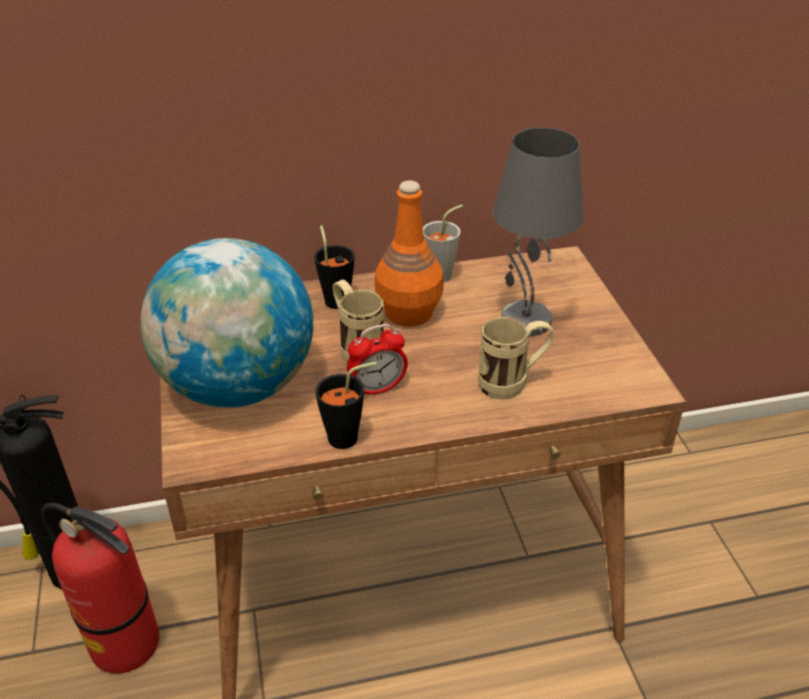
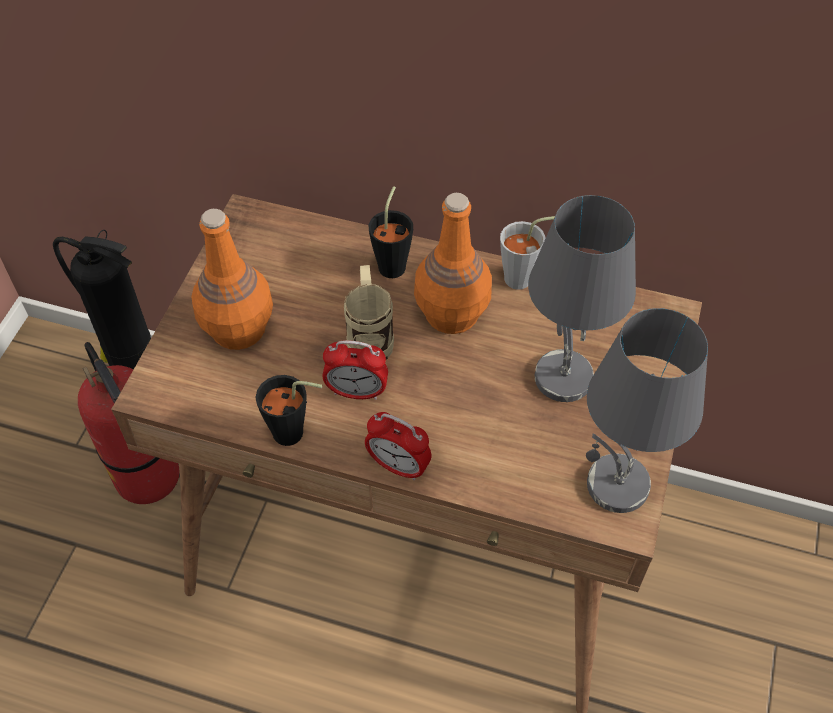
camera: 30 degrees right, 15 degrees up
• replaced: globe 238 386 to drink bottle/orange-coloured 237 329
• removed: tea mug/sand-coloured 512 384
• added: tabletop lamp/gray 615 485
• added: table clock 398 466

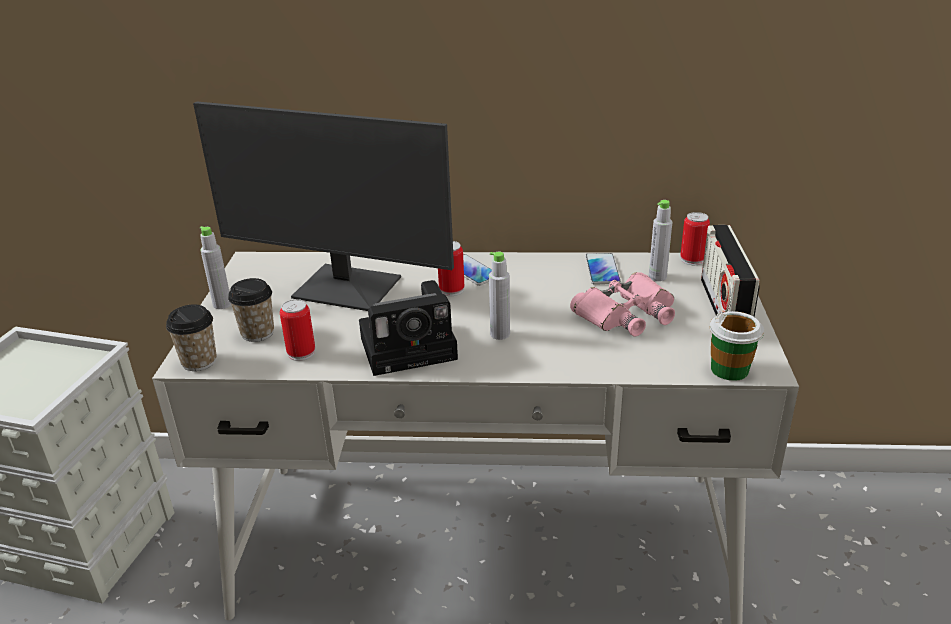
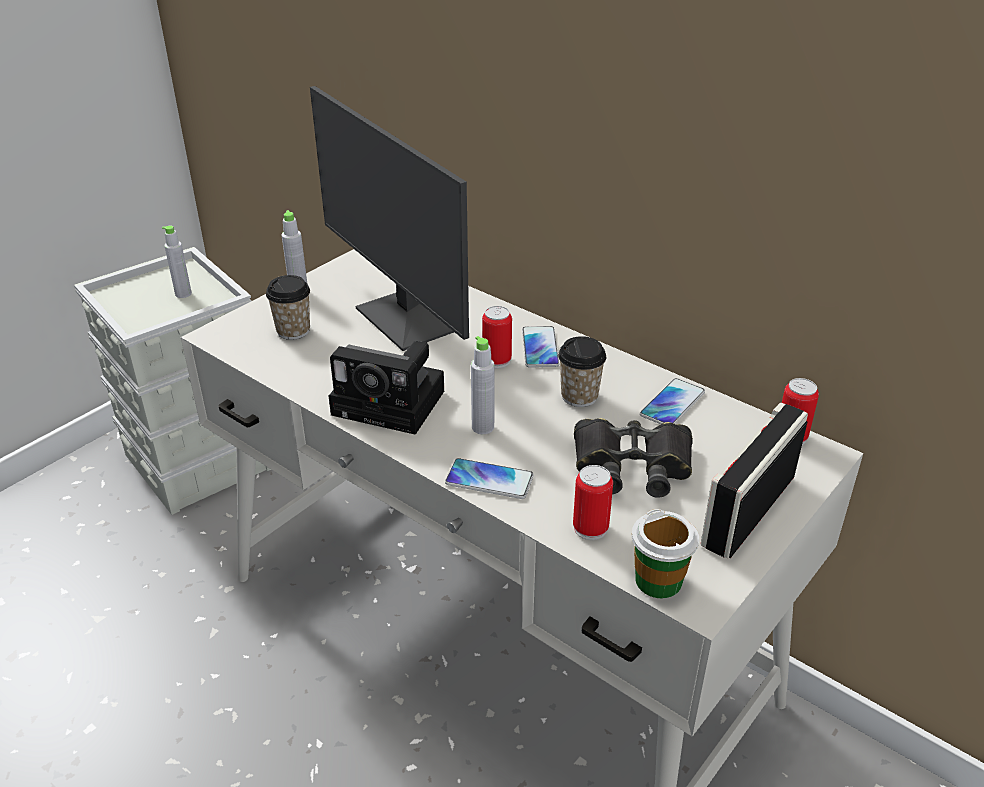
camera: 35 degrees right, 5 degrees up
• moved: drink bottle/gray 657 277 to 183 294
• recoloured: pair of binoculars/pinkish 626 314 to pair of binoculars/black-coloured 632 465
• moved: can 301 353 to 590 528
• moved: cup 199 361 to 579 396
• added: phone 489 480

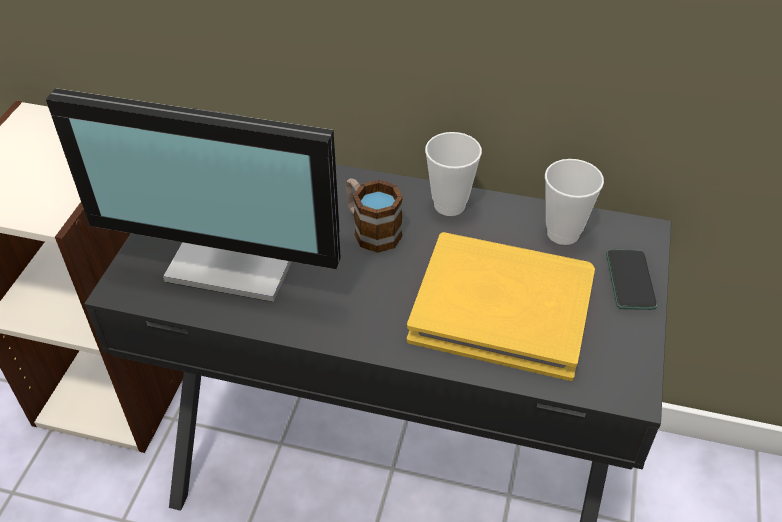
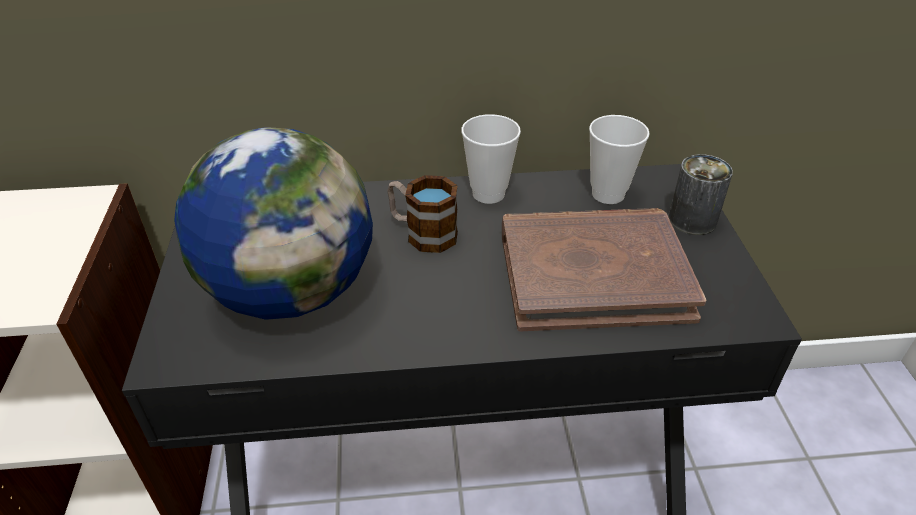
camera: 20 degrees left, 5 degrees down
• replaced: computer screen 238 256 to globe 291 292
• recoloured: book/yellow-coloured 502 309 to book/brown-coloured 593 274
• replaced: phone 630 280 to can 692 220

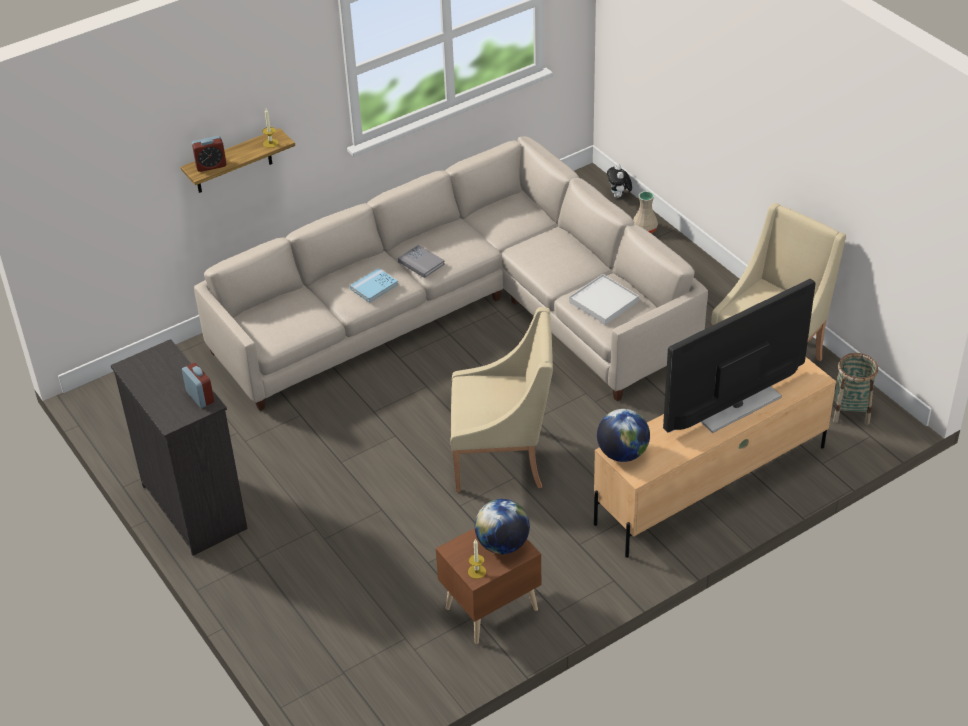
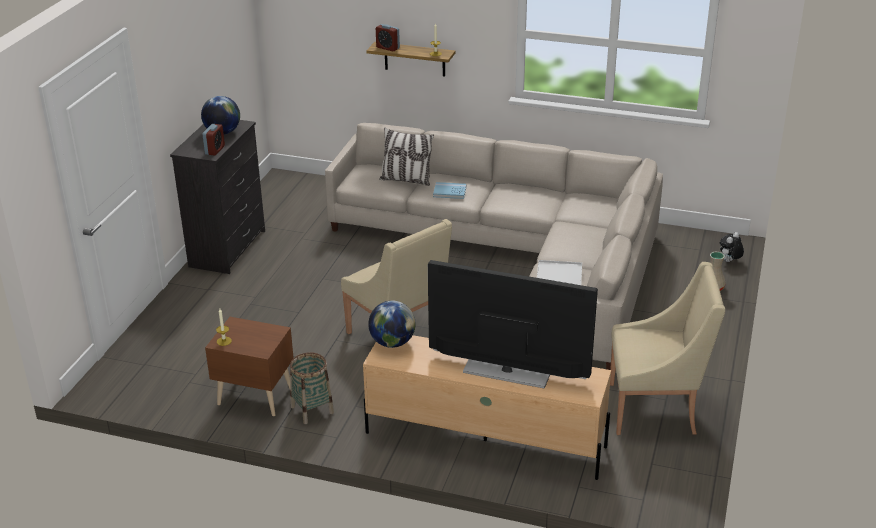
camera: 50 degrees right, 10 degrees down
• removed: book/gray 421 263
• moved: storage basket 850 411 to 312 410
• moved: globe 502 544 to 222 132
• added: pillow 406 180

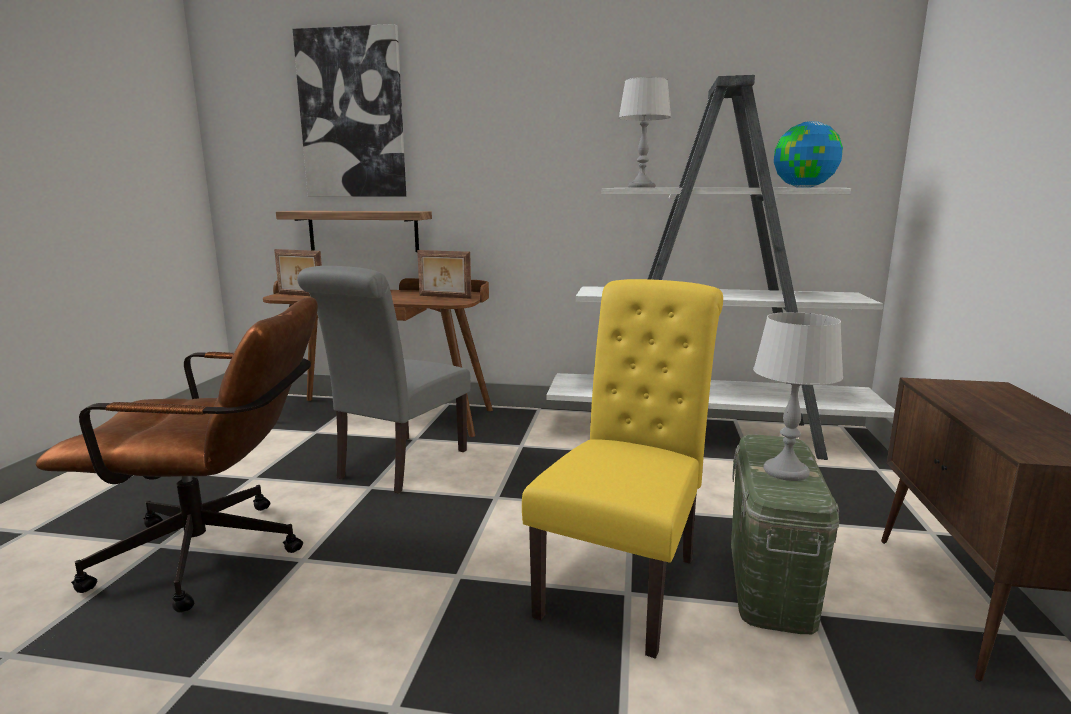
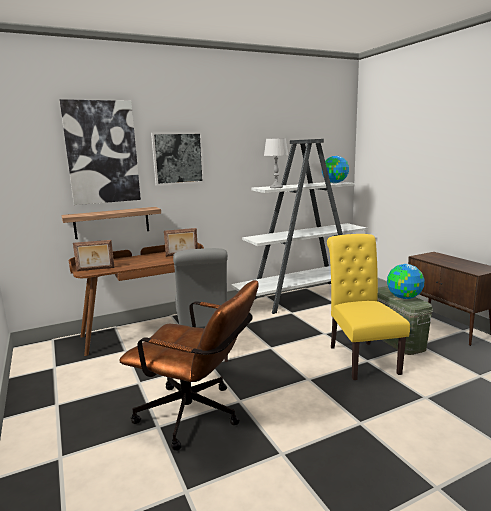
camera: 35 degrees left, 0 degrees up
• turned: office chair/brown-coloured 218 555 = 197 416 60 degrees clockwise
• replaced: tabletop lamp/gray 785 471 to globe 404 297
• added: wall art 178 158

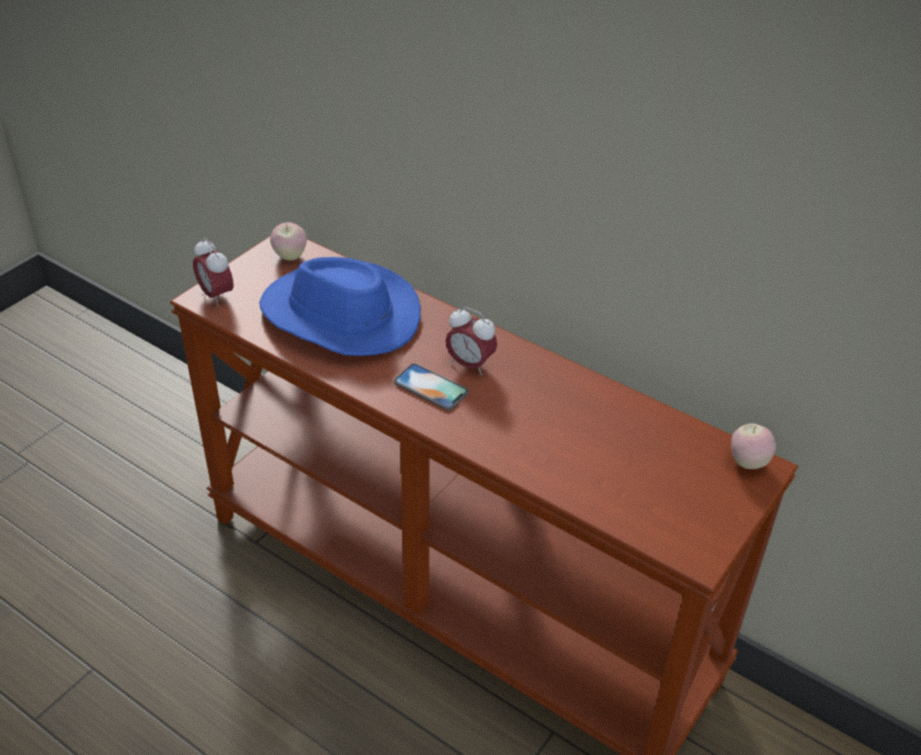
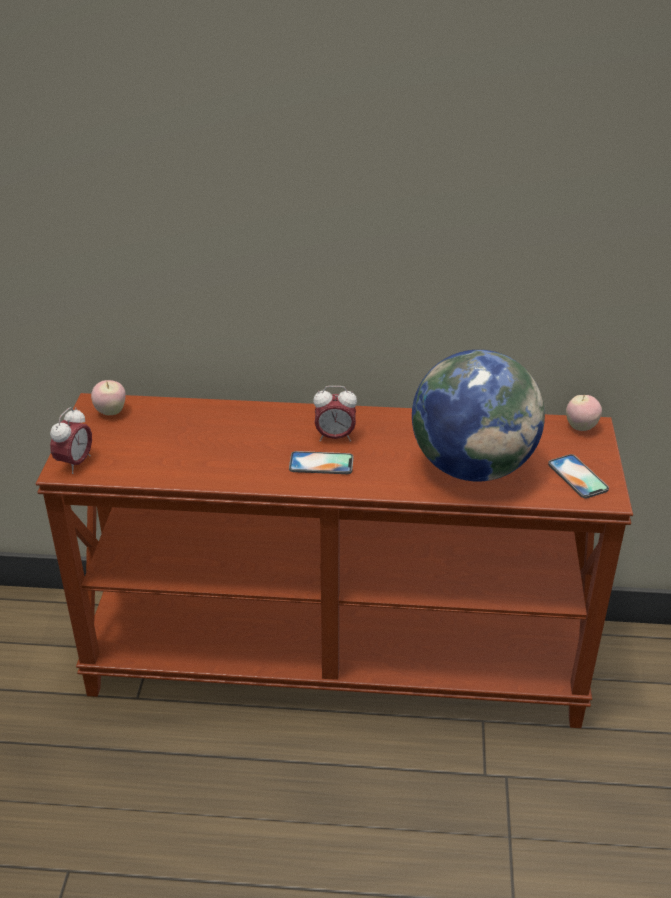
camera: 30 degrees left, 5 degrees down
• turned: table clock 216 295 = 75 463 90 degrees counterclockwise
• removed: hat/blue 340 316
• added: globe 472 467
• added: phone 577 477

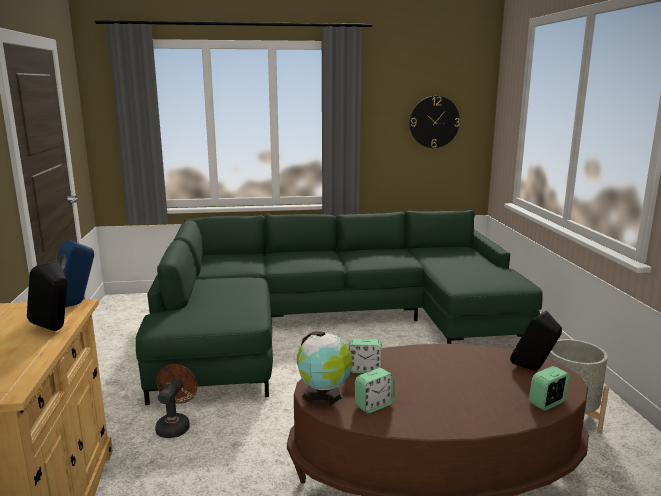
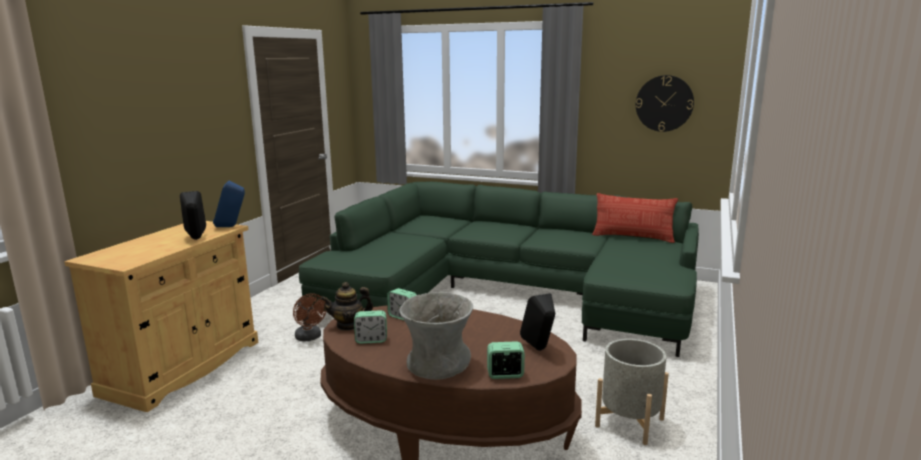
camera: 30 degrees right, 0 degrees up
• replaced: globe 324 396 to teapot 348 325
• turned: fan/brown-coloured 175 425 = 310 338 105 degrees clockwise
• added: pillow 632 237
• added: flower vase/gray 437 363

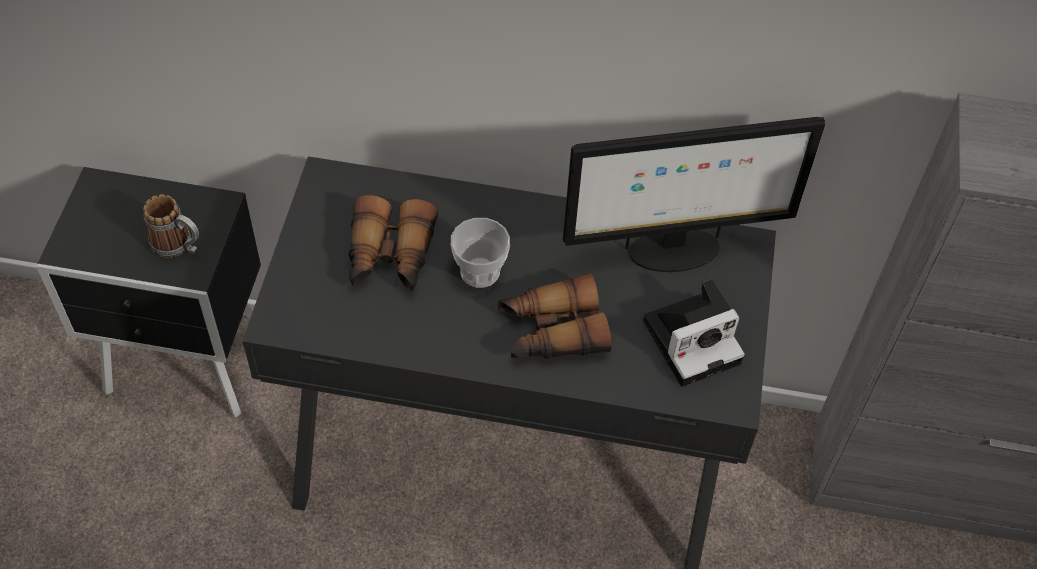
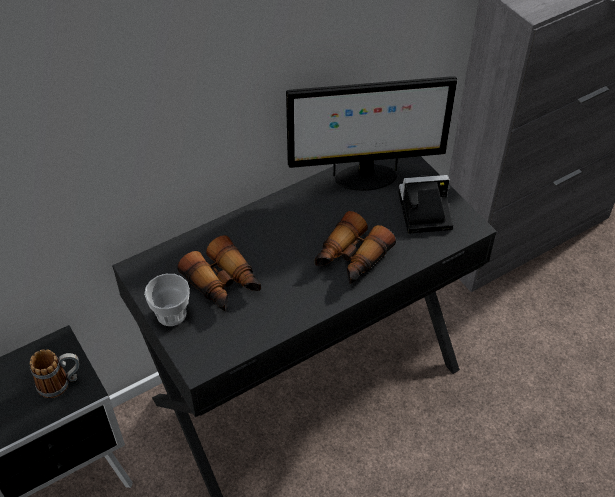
camera: 40 degrees left, 5 degrees down
• turned: computer screen 672 251 = 364 178 45 degrees clockwise
• moved: cup 480 271 to 171 314
• turned: photo camera 694 339 = 422 212 120 degrees counterclockwise

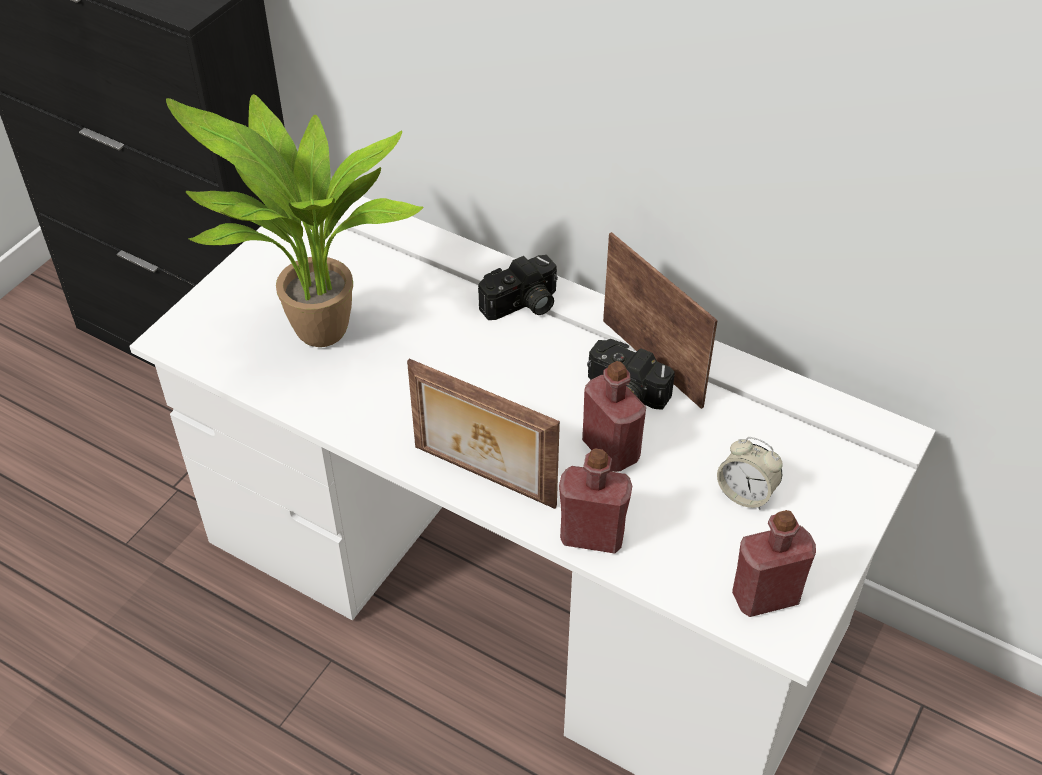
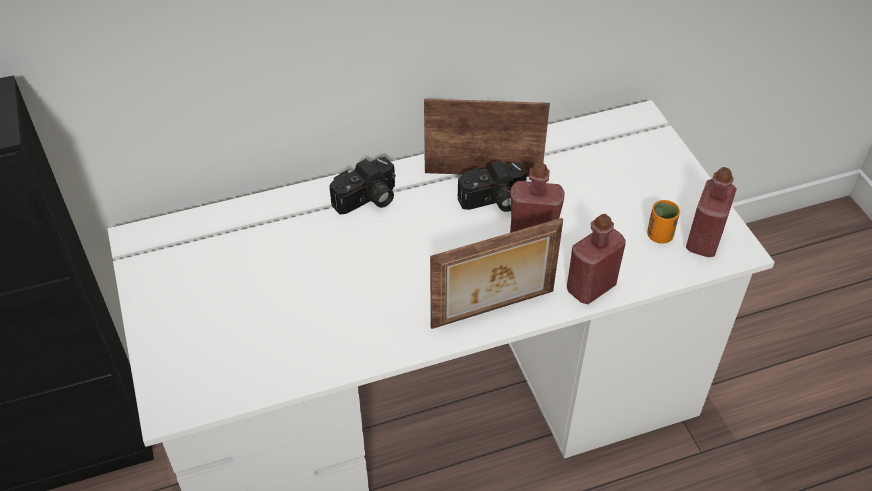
camera: 50 degrees left, 0 degrees up
• removed: plant in a pot 317 338
• turned: photo camera 522 305 = 367 200 45 degrees clockwise
• removed: table clock 745 493
• added: cup/orange-coloured 659 235

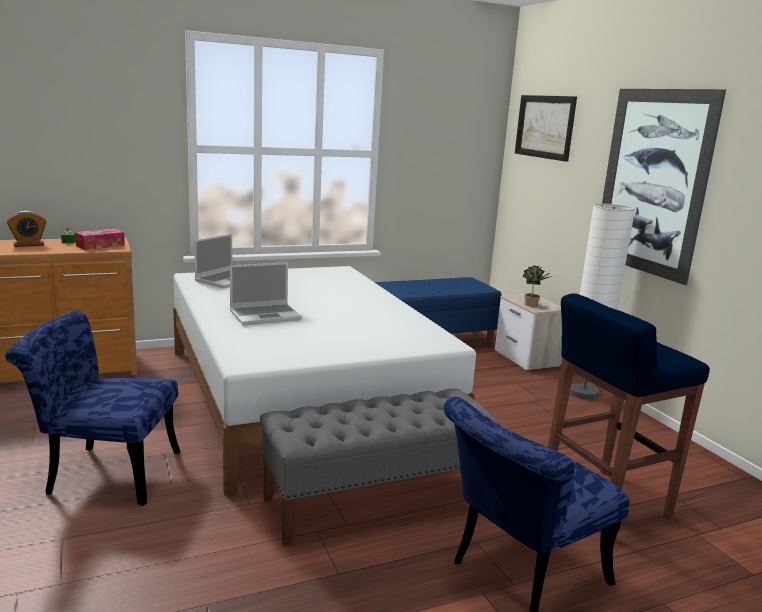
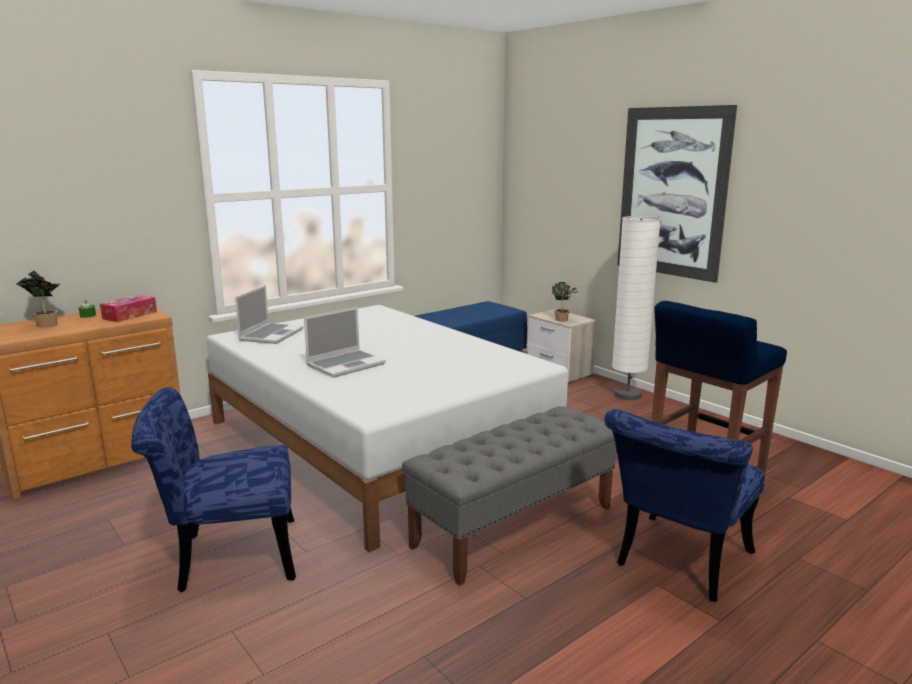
camera: 15 degrees left, 0 degrees up
• removed: wall art 545 127
• replaced: table clock 28 245 to plant in a pot 45 324

